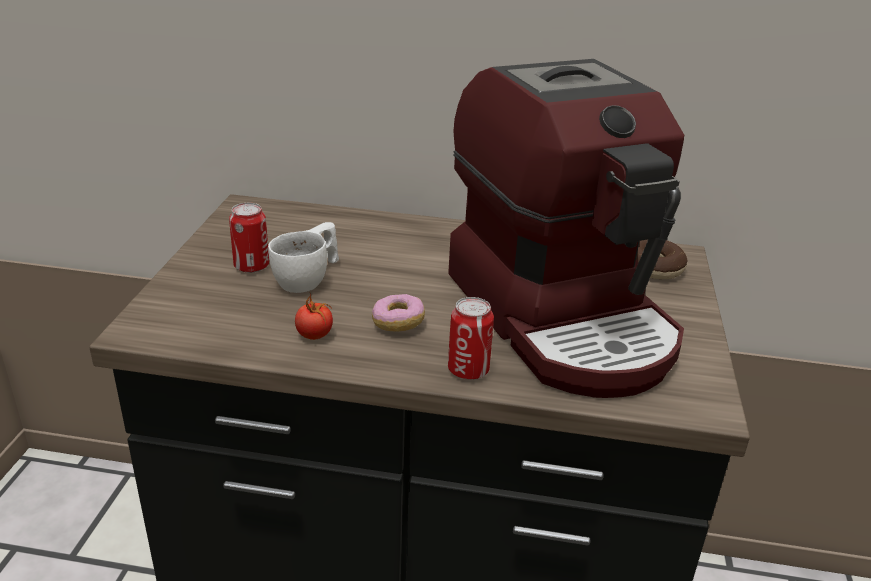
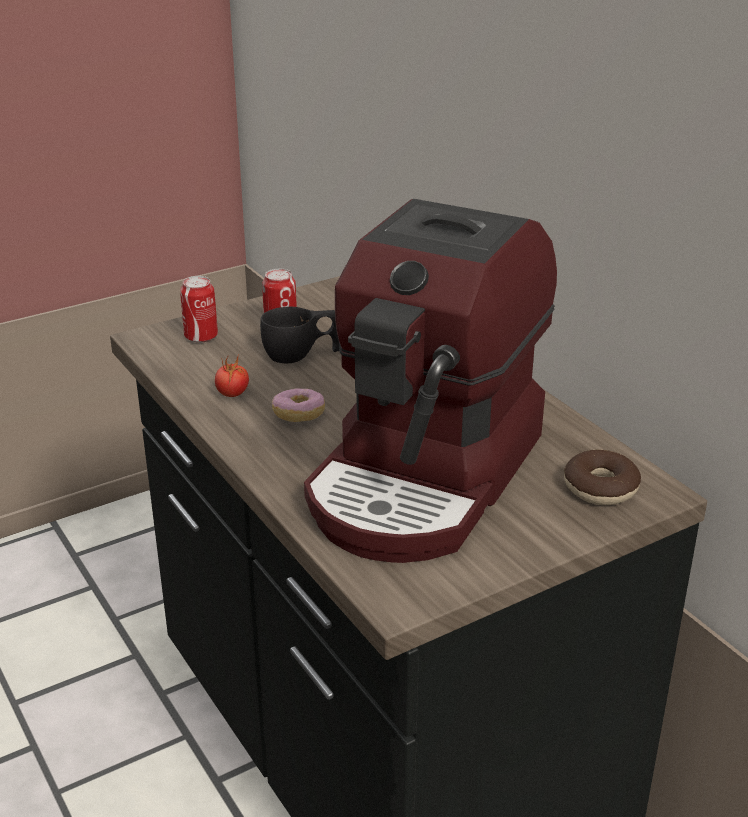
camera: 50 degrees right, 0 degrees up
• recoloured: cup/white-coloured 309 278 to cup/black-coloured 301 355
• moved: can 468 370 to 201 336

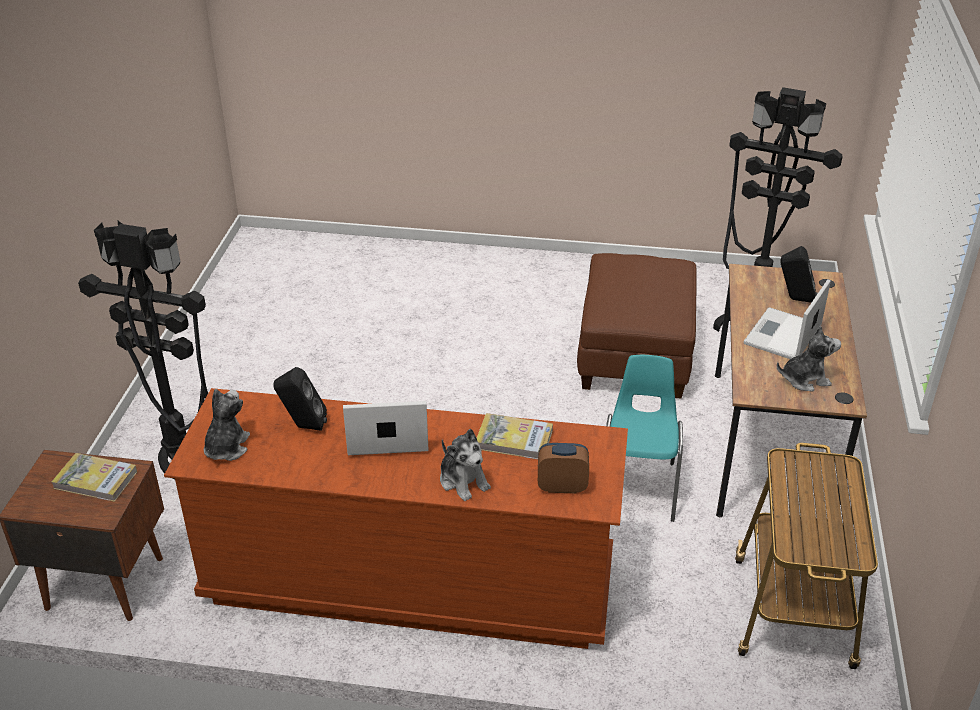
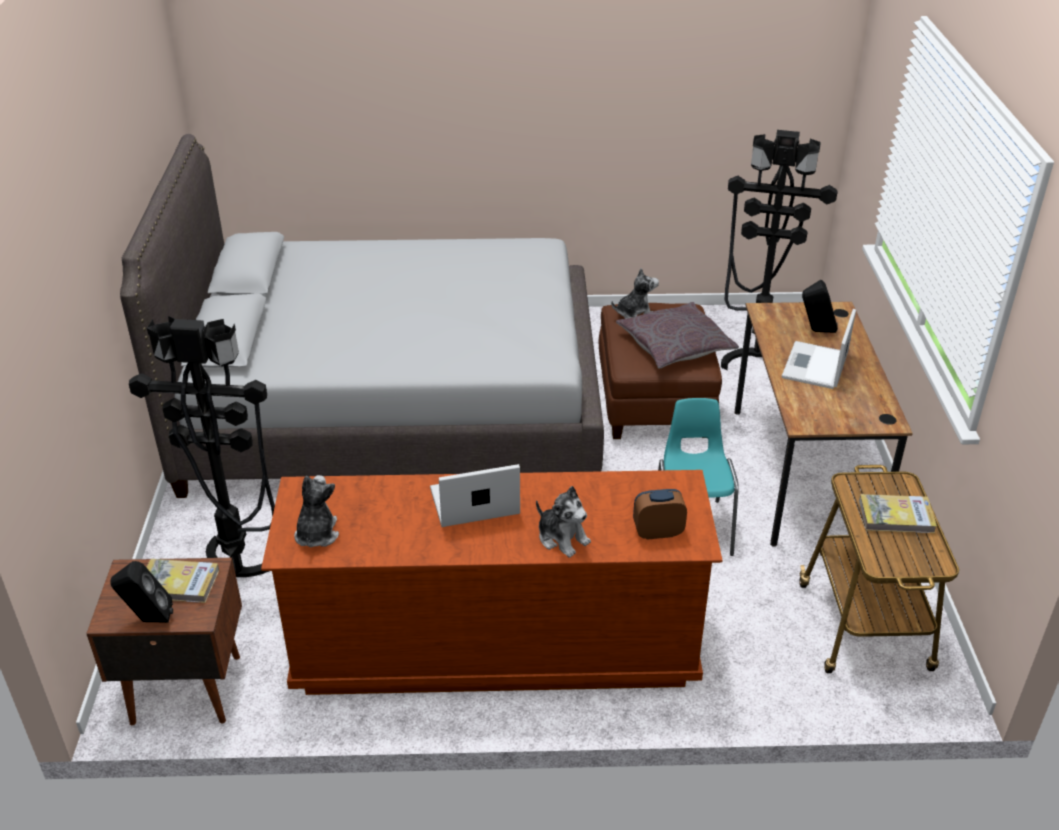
camera: 10 degrees left, 0 degrees up
• moved: cuddly toy 804 379 to 634 313
• moved: loudspeaker/black-coloured 303 426 to 148 620
• moved: book 514 439 to 896 516
• added: bed/gray 393 405
• added: pillow/gray 675 345

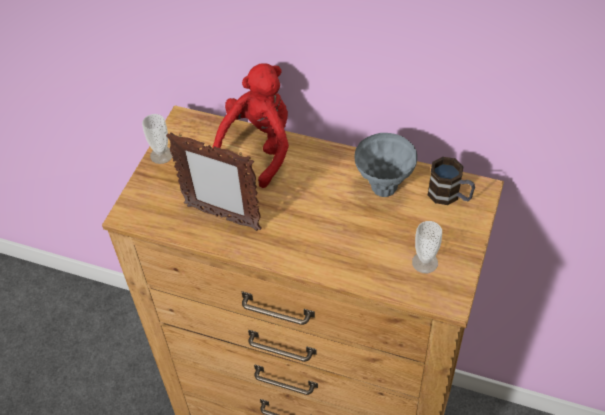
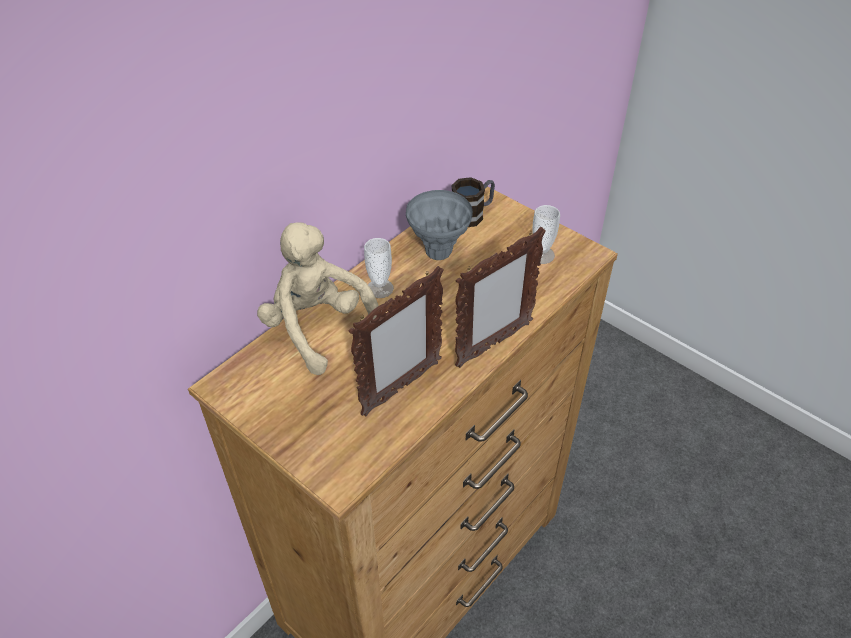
camera: 70 degrees left, 5 degrees down
• recoloured: cuddly toy/reddish 259 148 to cuddly toy/sand-coloured 319 328
• moved: cup 161 155 to 380 288
• added: standing frame 493 345

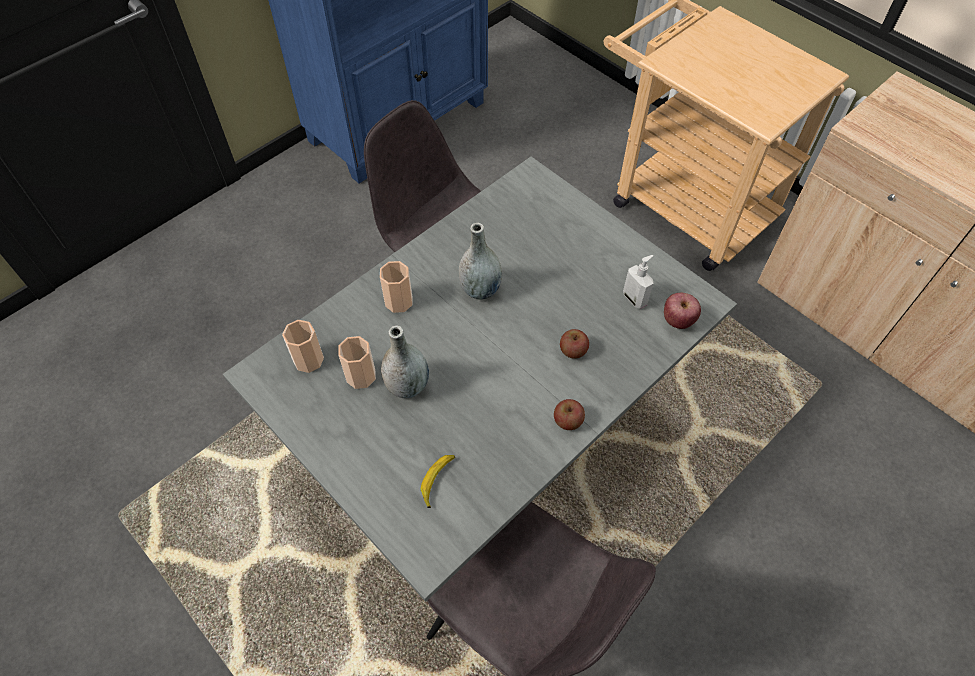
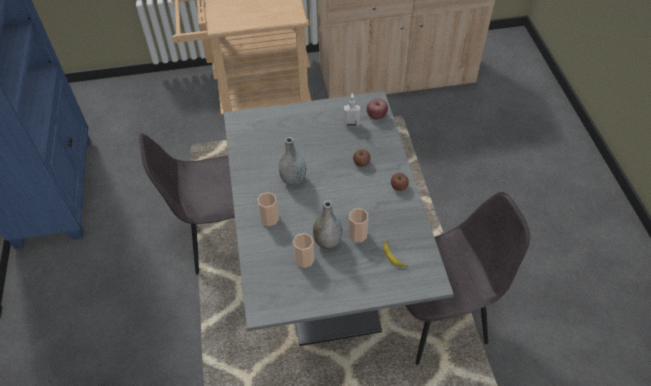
camera: 55 degrees left, 5 degrees down
• moved: cup 308 360 to 357 234

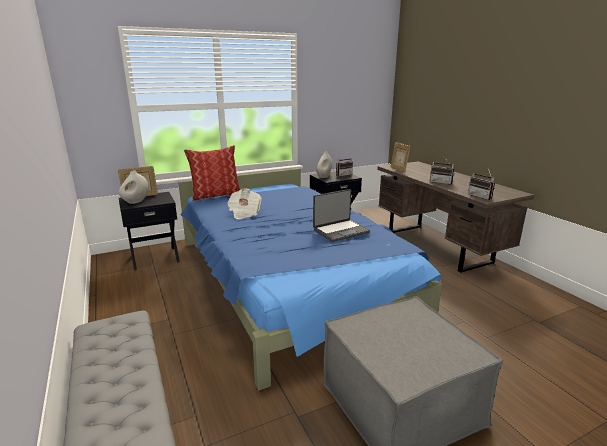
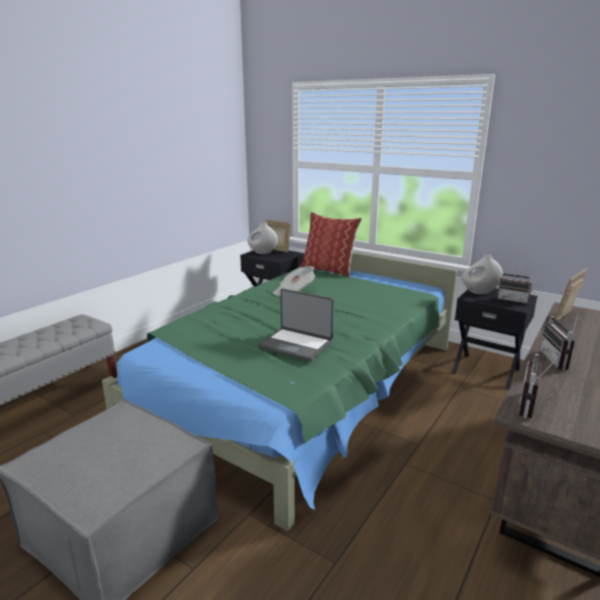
camera: 60 degrees right, 0 degrees up
• recoloured: bed/blue 287 280 to bed/greenish 303 386

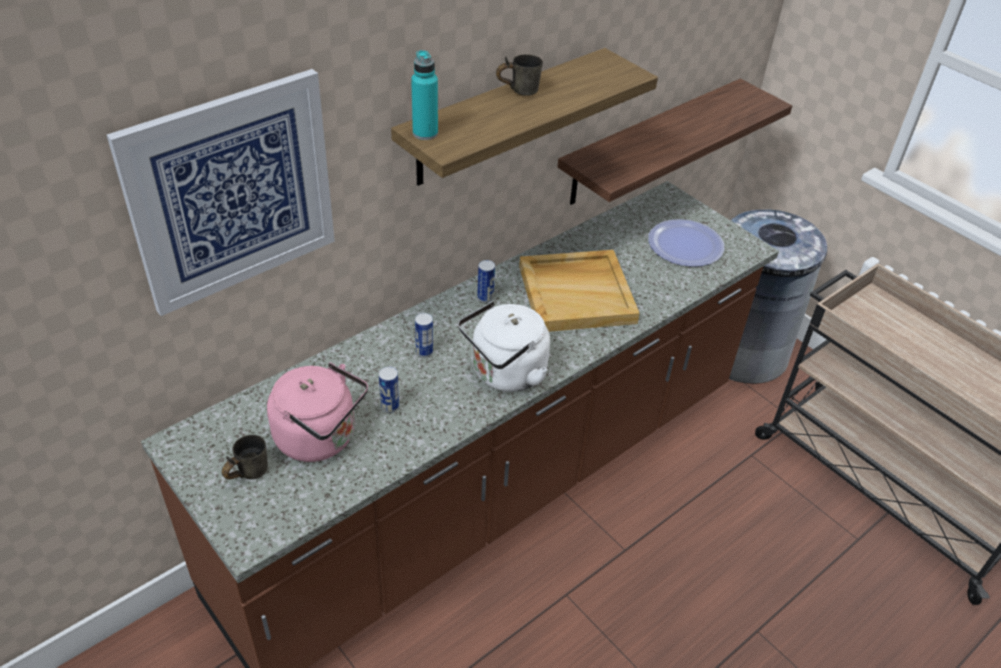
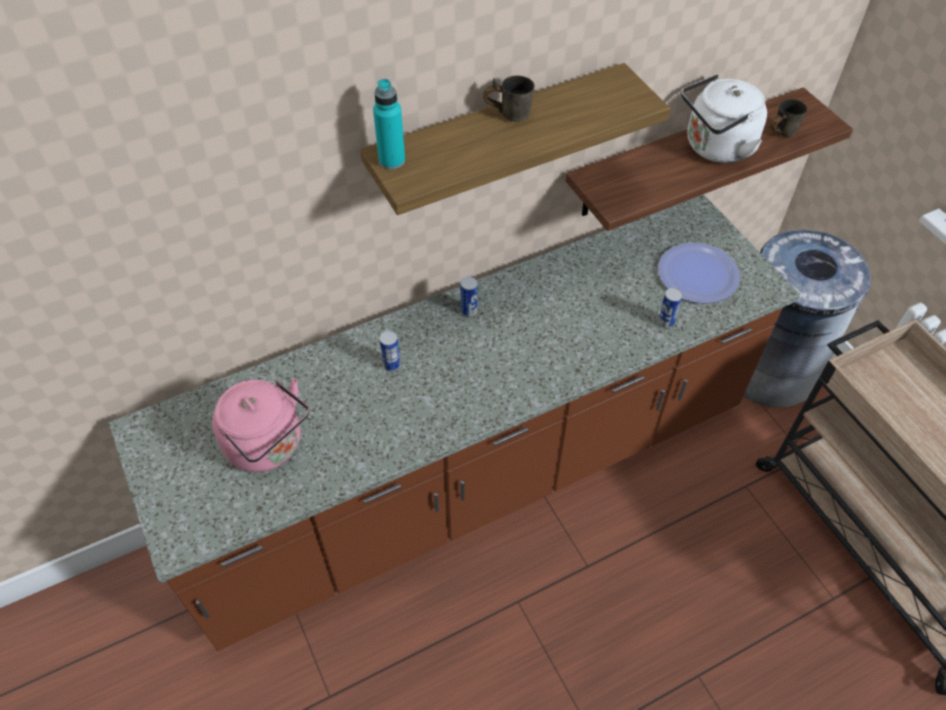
camera: 15 degrees right, 10 degrees up
• removed: wall art 232 192
• removed: serving tray/sand-coloured 577 293
• moved: water kettle/white-coloured 505 374 to 715 148
• moved: can 390 406 to 665 322
• moved: tea mug/gray 246 472 to 778 132

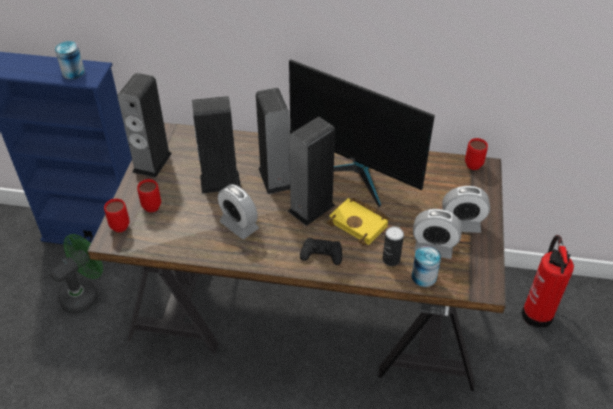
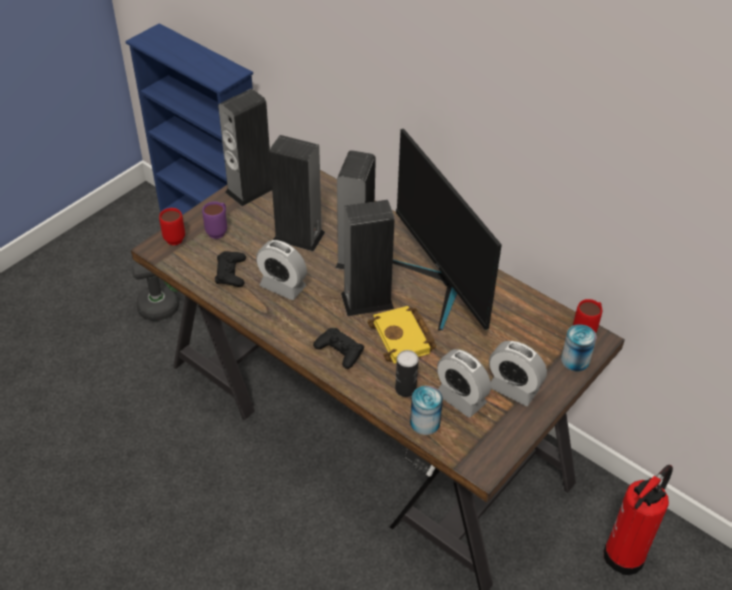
camera: 30 degrees right, 0 degrees up
• moved: can 73 72 to 575 360
• recoloured: tea mug/reddish 152 204 to tea mug/purple 219 231
• turned: table clock 239 225 = 282 286 45 degrees counterclockwise
• added: joypad/black-coloured 231 273

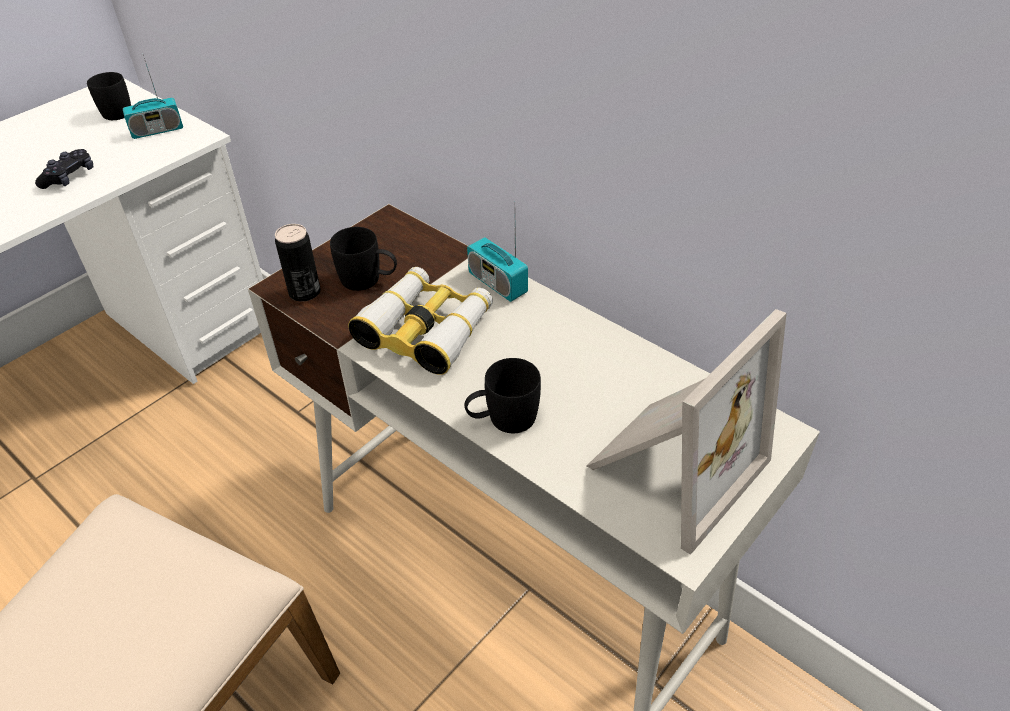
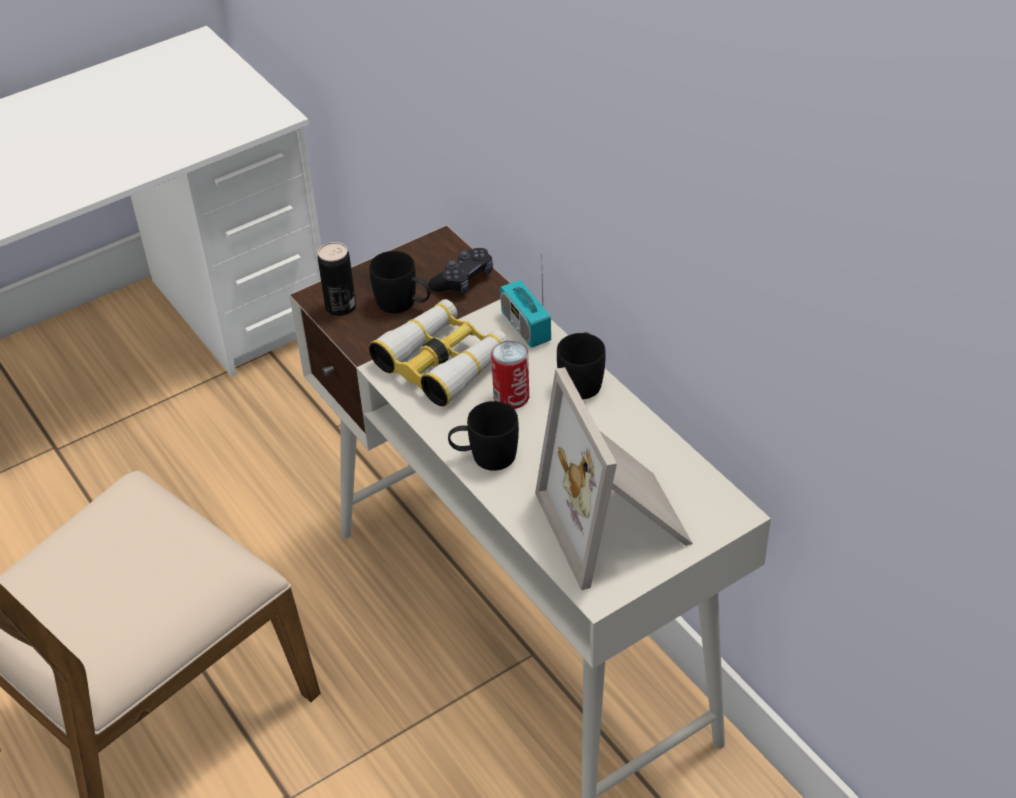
camera: 15 degrees right, 0 degrees up
• removed: radio receiver 157 131
• moved: tea mug/black-coloured 119 110 to 582 379
• moved: joypad/black-coloured 69 177 to 463 280
• turned: standing frame 671 466 = 618 523 105 degrees clockwise
• added: can 511 397

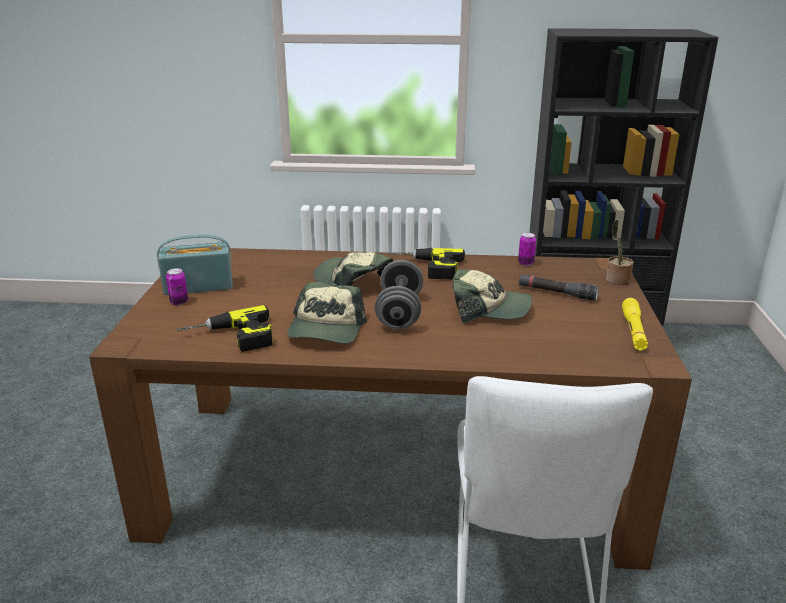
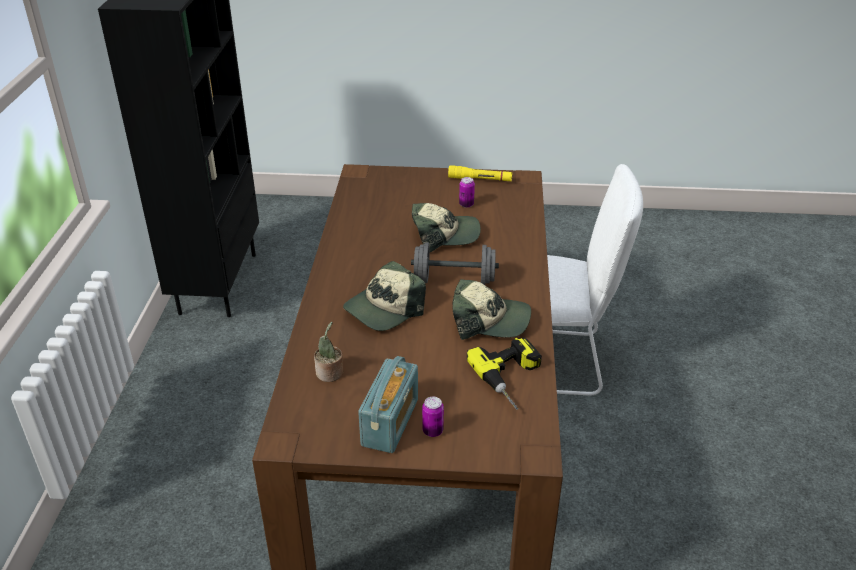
camera: 90 degrees left, 10 degrees up
• moved: plant in a pot 616 280 to 330 374
• moved: can 525 263 to 466 204
• turned: radio receiver 198 286 = 390 422 150 degrees counterclockwise
• removed: power drill 426 268
• turned: peaked cap 489 309 = 444 235 75 degrees clockwise
• removed: flashlight/black-coloured 556 293

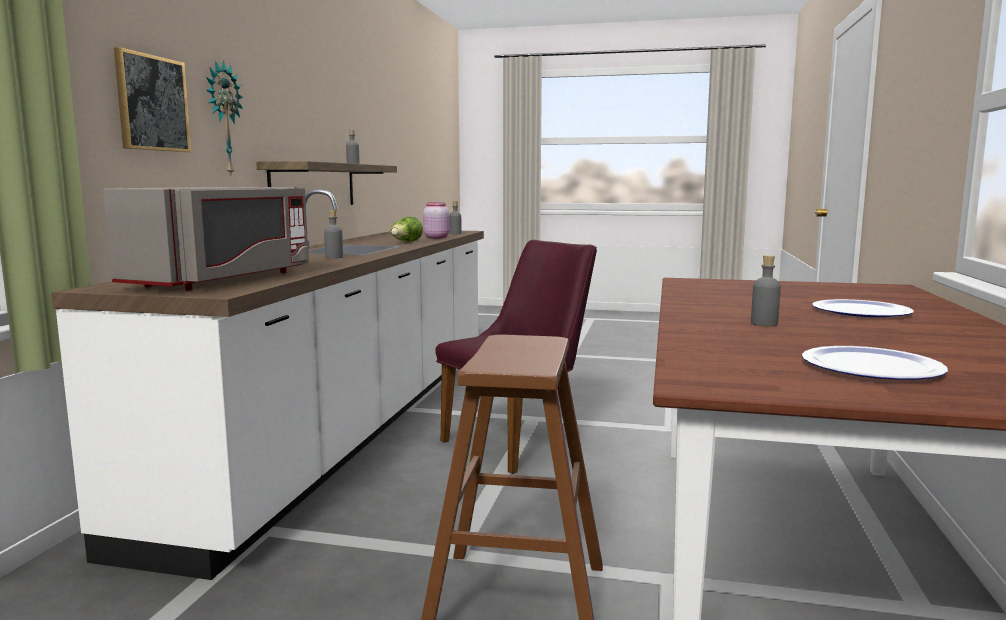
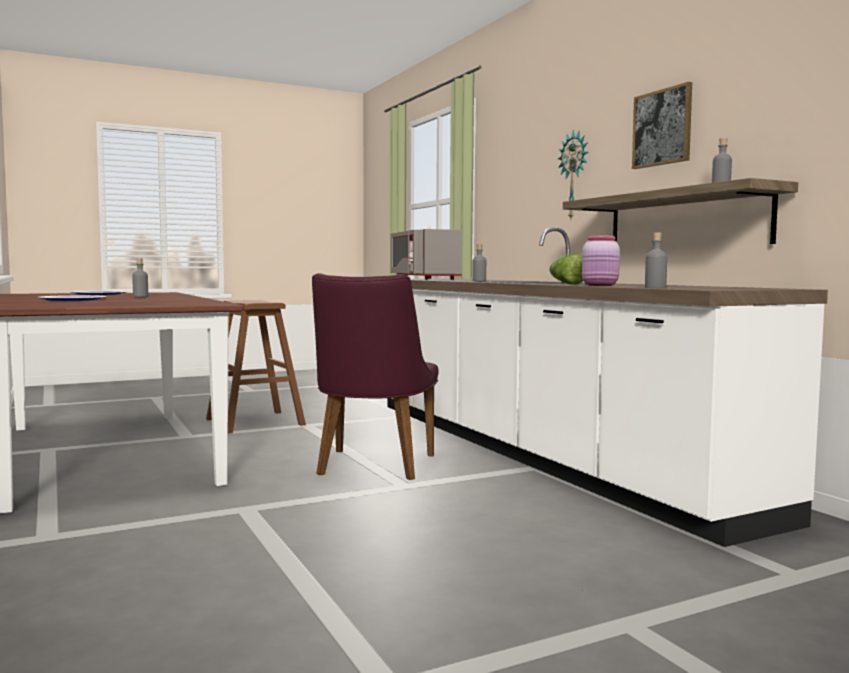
camera: 140 degrees right, 5 degrees down
• moved: wall art 152 103 to 662 127

